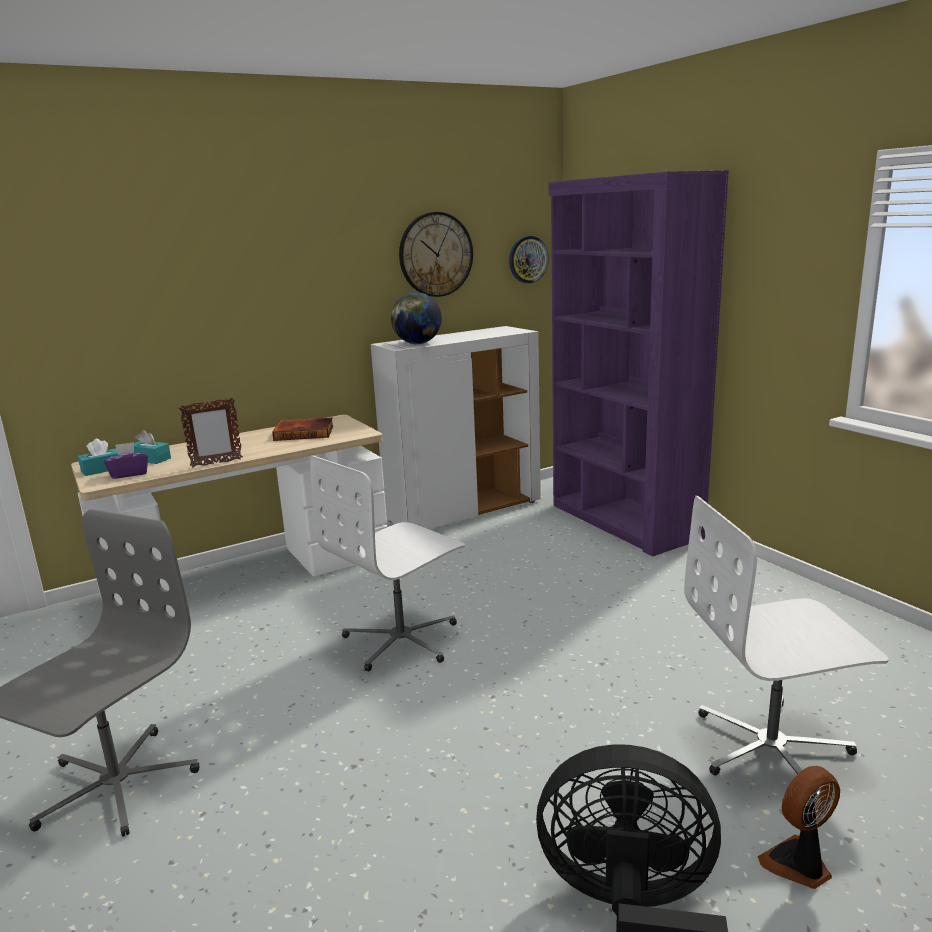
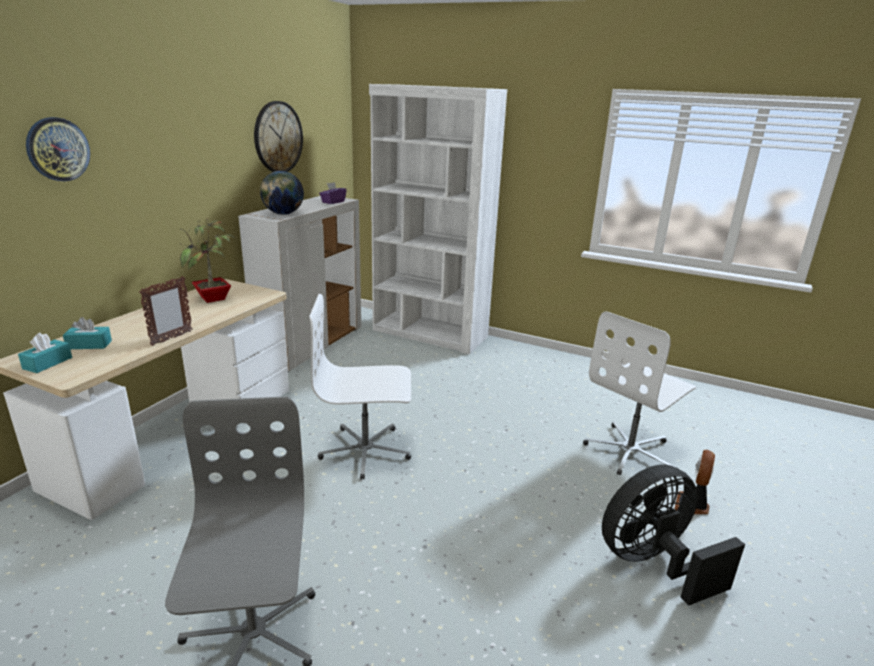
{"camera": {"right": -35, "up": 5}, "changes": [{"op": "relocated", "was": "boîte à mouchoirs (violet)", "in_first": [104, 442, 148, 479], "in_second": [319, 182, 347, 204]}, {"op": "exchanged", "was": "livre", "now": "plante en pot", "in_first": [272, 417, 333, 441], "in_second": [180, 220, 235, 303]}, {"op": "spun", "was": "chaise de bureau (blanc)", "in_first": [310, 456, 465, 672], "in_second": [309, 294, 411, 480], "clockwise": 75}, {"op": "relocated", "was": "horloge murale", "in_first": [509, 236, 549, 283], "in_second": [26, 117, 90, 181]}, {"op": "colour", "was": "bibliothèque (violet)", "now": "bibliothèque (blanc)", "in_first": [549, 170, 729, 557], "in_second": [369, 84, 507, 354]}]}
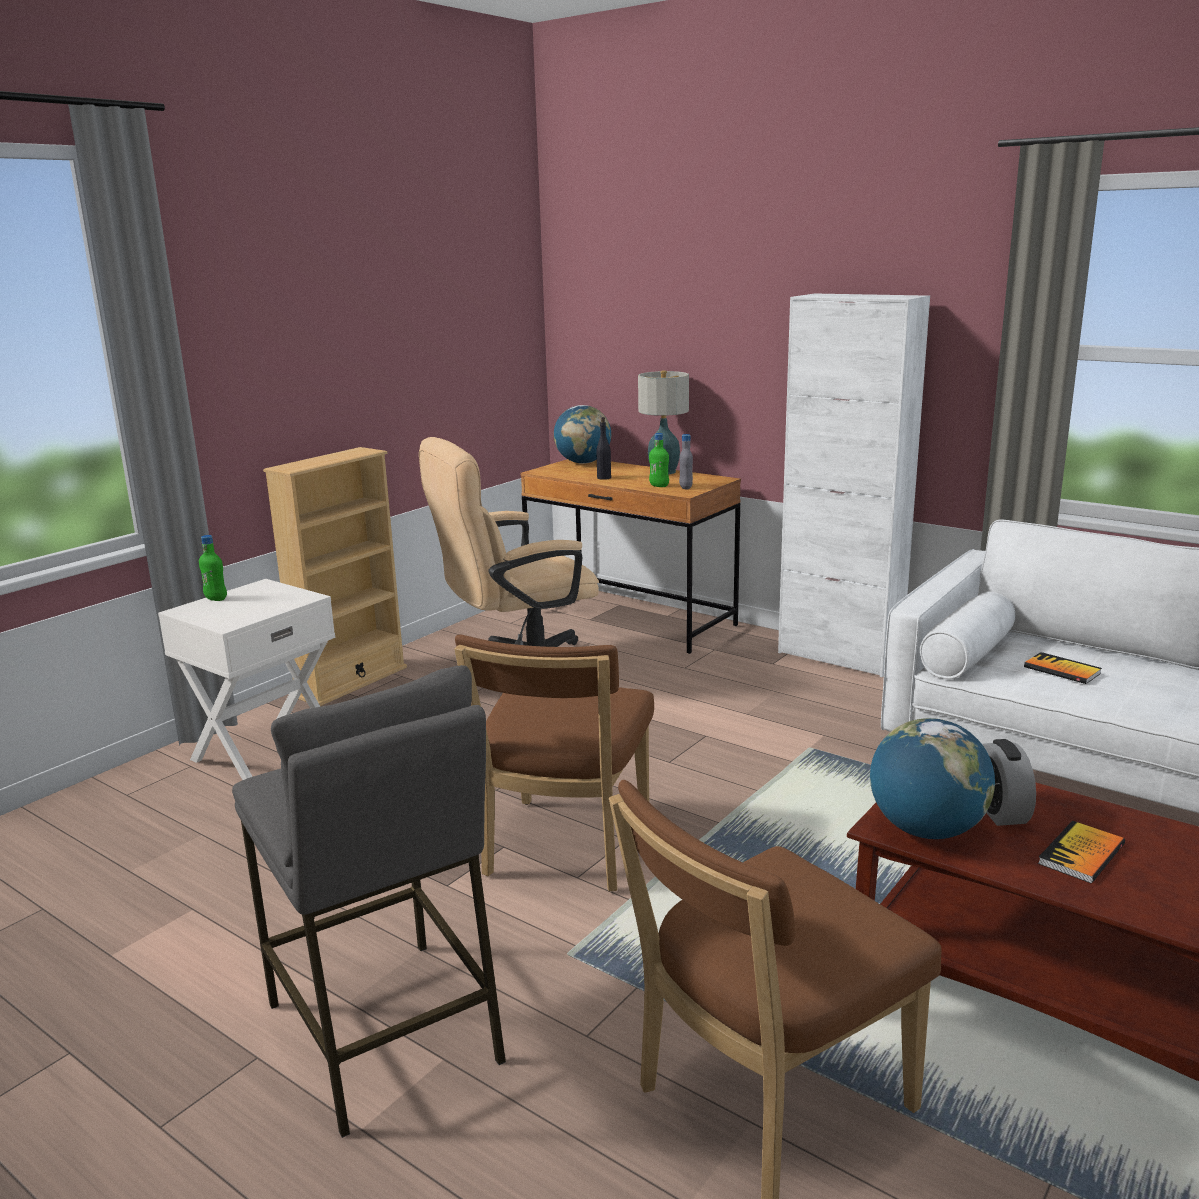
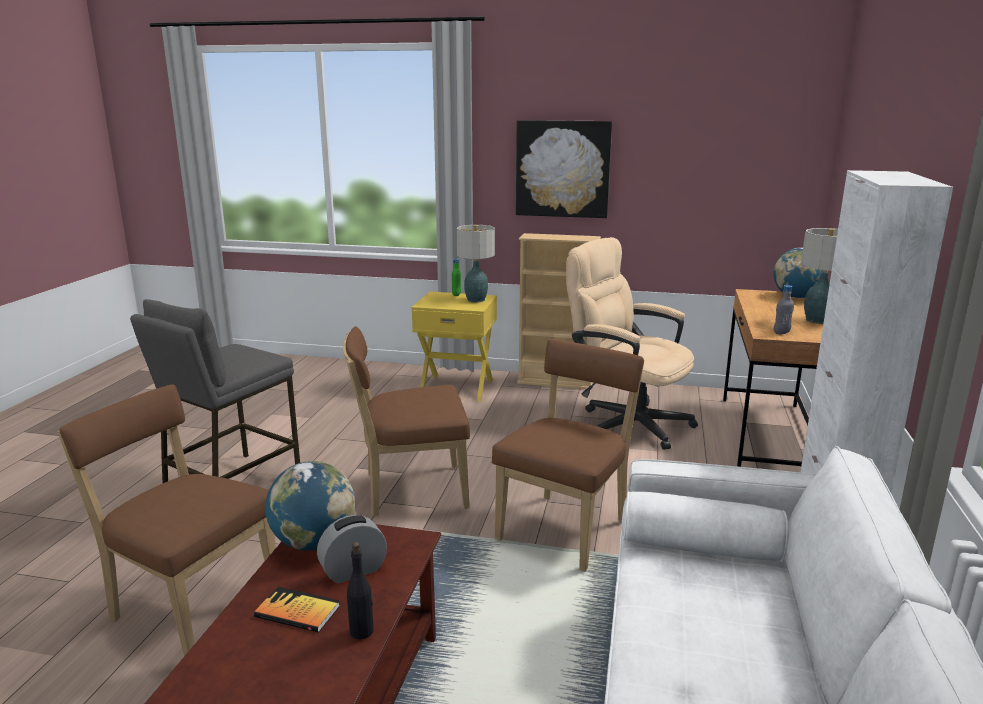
{"camera": {"right": 65, "up": 0}, "changes": [{"op": "colour", "was": "table de chevet (blanc)", "now": "table de chevet (jaune)", "in_first": [158, 579, 335, 780], "in_second": [411, 292, 497, 402]}, {"op": "relocated", "was": "bouteille (noir)", "in_first": [596, 417, 611, 480], "in_second": [347, 542, 374, 640]}, {"op": "missing", "was": "bouteille (vert)", "in_first": [649, 433, 669, 487]}, {"op": "missing", "was": "livre", "in_first": [1024, 652, 1102, 684]}, {"op": "appeared", "now": "lampe de table", "in_second": [457, 225, 495, 303]}, {"op": "appeared", "now": "chaise (marron)", "in_second": [492, 339, 644, 571]}, {"op": "appeared", "now": "tableau", "in_second": [516, 120, 612, 218]}]}
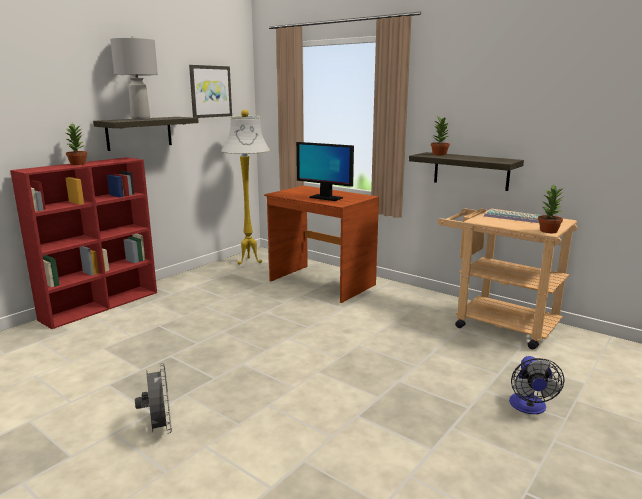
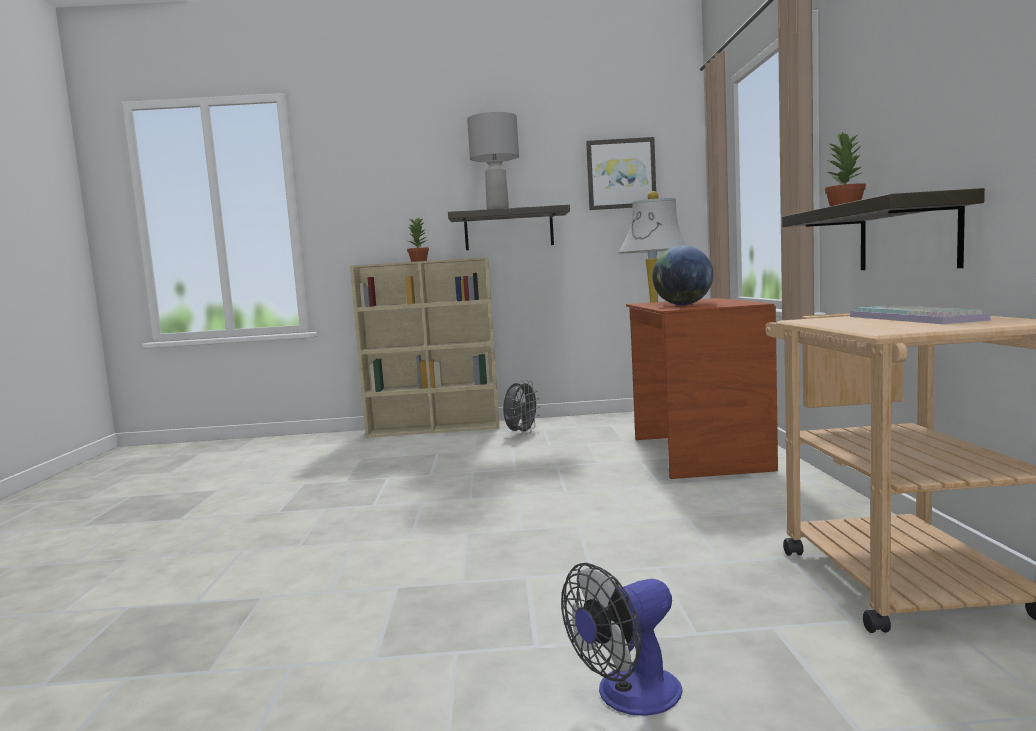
{"camera": {"right": 50, "up": -10}, "changes": [{"op": "colour", "was": "bibliothèque (rouge)", "now": "bibliothèque (beige)", "in_first": [10, 157, 157, 329], "in_second": [350, 257, 499, 438]}, {"op": "relocated", "was": "ventilateur (gris)", "in_first": [135, 363, 172, 434], "in_second": [503, 380, 540, 435]}, {"op": "exchanged", "was": "écran d'ordinateur", "now": "globe", "in_first": [296, 142, 354, 201], "in_second": [652, 245, 713, 305]}, {"op": "missing", "was": "plante en pot", "in_first": [538, 184, 563, 233]}]}
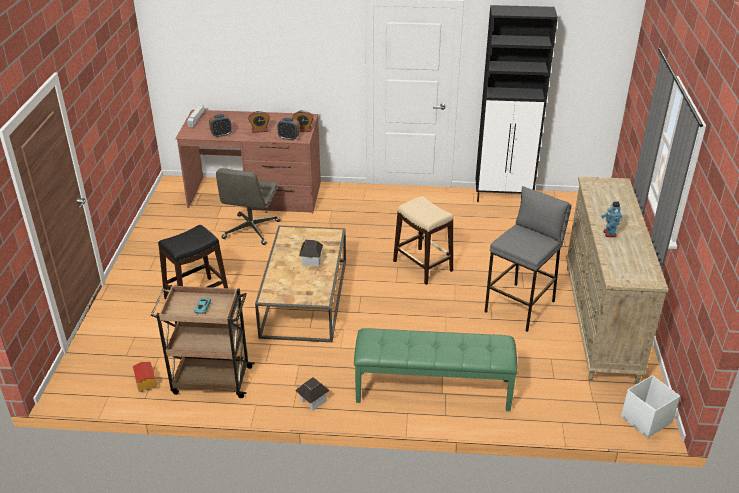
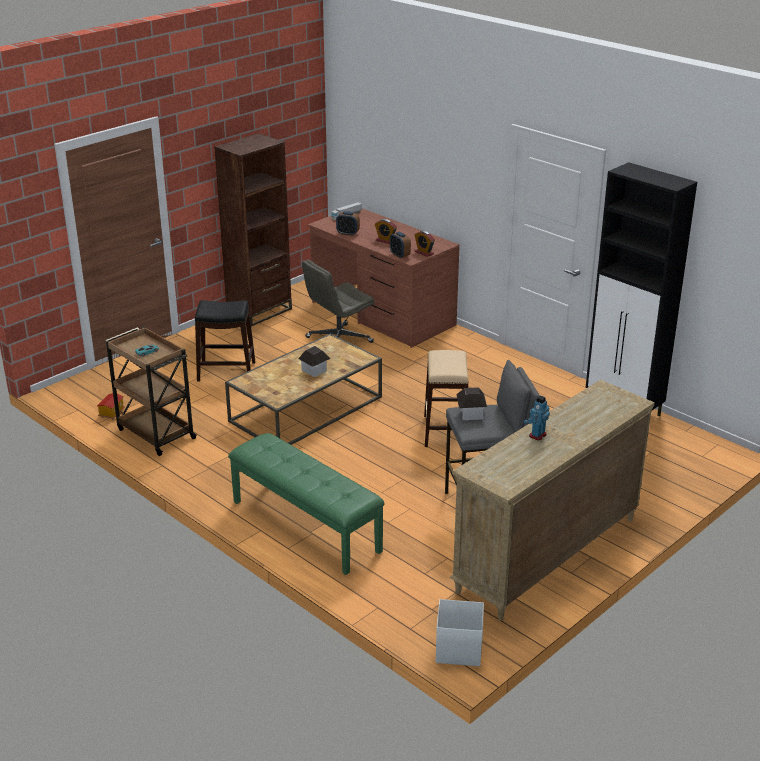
{"camera": {"right": 40, "up": -5}, "changes": [{"op": "relocated", "was": "maison miniature", "in_first": [295, 377, 329, 410], "in_second": [456, 387, 487, 420]}, {"op": "appeared", "now": "bibliothèque (marron)", "in_second": [214, 133, 292, 326]}]}
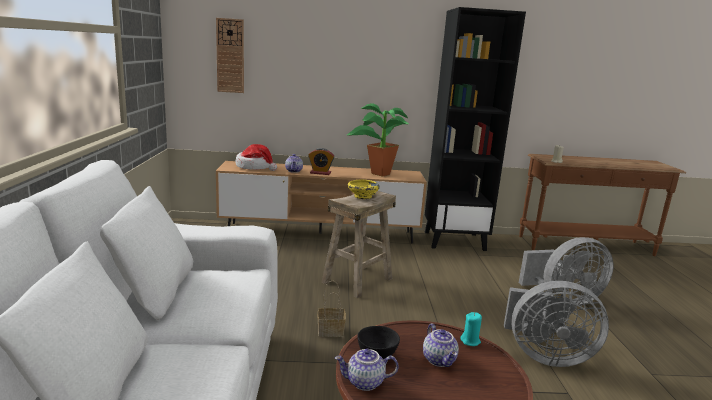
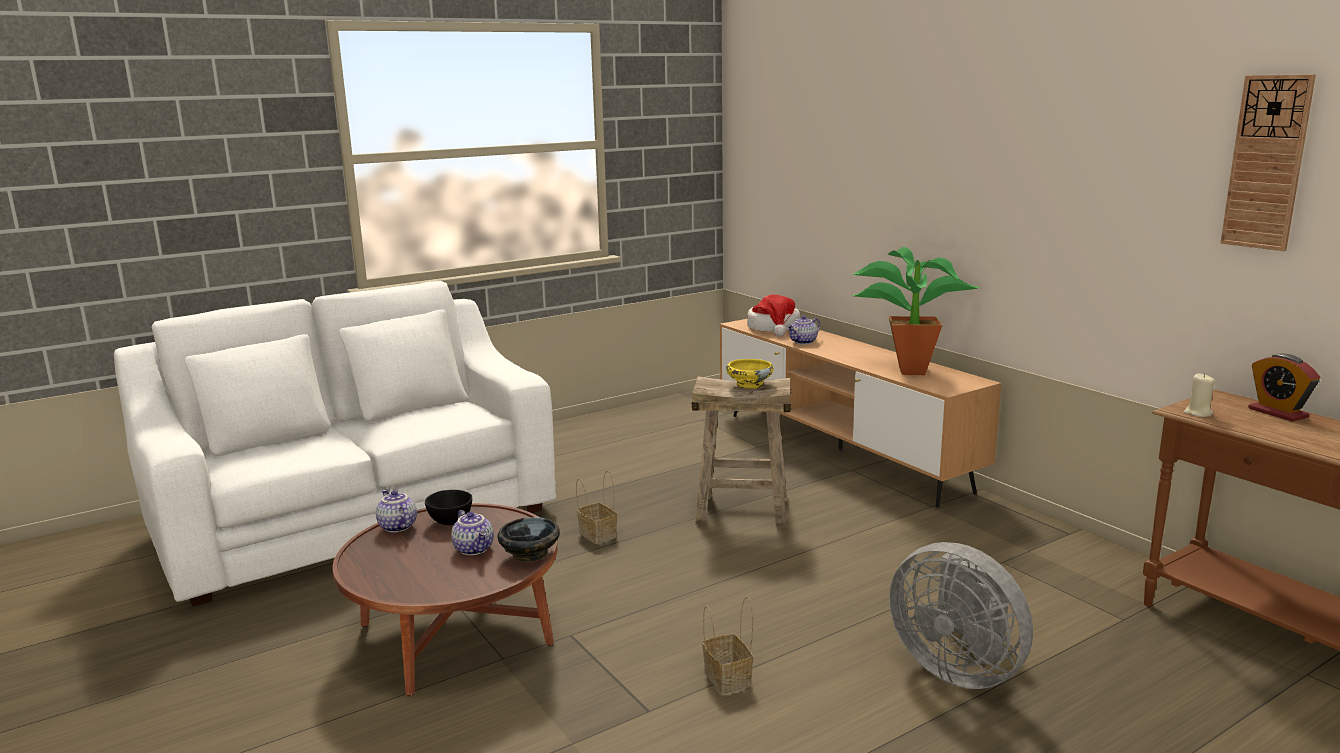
{"camera": {"right": 60, "up": 0}, "changes": [{"op": "relocated", "was": "horloge murale", "in_first": [216, 18, 244, 93], "in_second": [1221, 74, 1316, 251]}, {"op": "relocated", "was": "réveil", "in_first": [308, 148, 334, 175], "in_second": [1248, 353, 1320, 421]}, {"op": "spun", "was": "théière", "in_first": [423, 324, 459, 367], "in_second": [451, 510, 494, 556], "clockwise": -75}, {"op": "missing", "was": "bibliothèque (noir)", "in_first": [425, 7, 526, 251]}, {"op": "exchanged", "was": "bougie (turquoise)", "now": "bol (noir)", "in_first": [461, 312, 482, 346], "in_second": [497, 517, 560, 562]}, {"op": "exchanged", "was": "ventilateur (gris)", "now": "panier", "in_first": [504, 281, 609, 367], "in_second": [702, 596, 753, 694]}]}
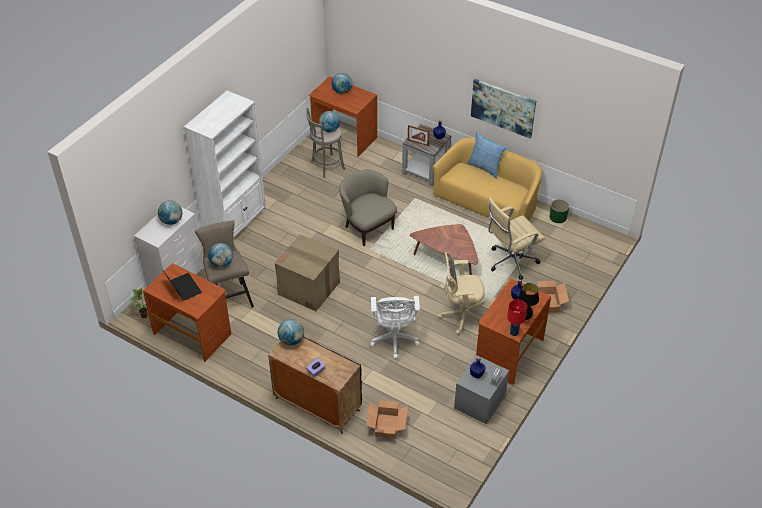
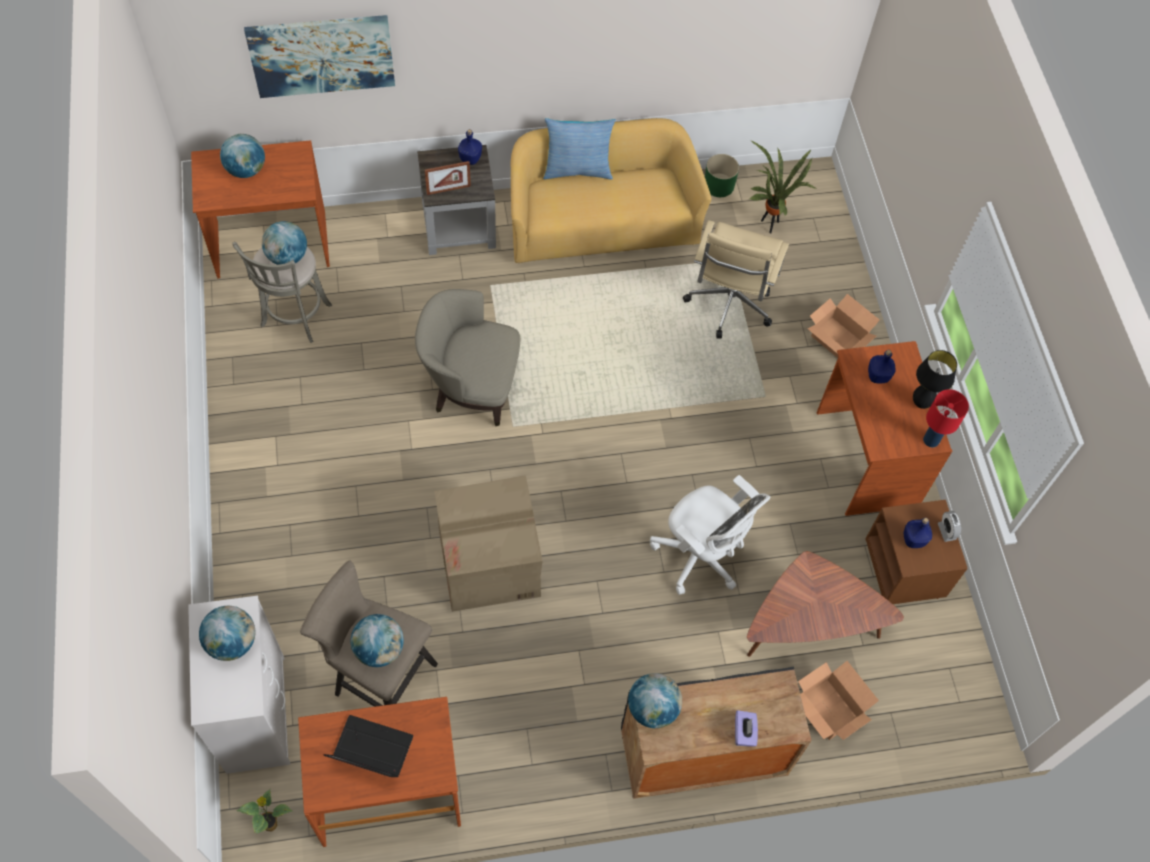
{"camera": {"right": -45, "up": 15}, "changes": [{"op": "missing", "was": "bibliothèque (blanc)", "in_first": [184, 91, 266, 238]}, {"op": "relocated", "was": "table basse (marron)", "in_first": [410, 224, 478, 275], "in_second": [747, 551, 904, 657]}, {"op": "missing", "was": "chaise de bureau (beige)", "in_first": [438, 252, 485, 335]}, {"op": "colour", "was": "table de chevet (gris)", "now": "table de chevet (marron)", "in_first": [454, 355, 509, 424], "in_second": [865, 500, 968, 604]}, {"op": "relocated", "was": "tableau", "in_first": [471, 79, 536, 139], "in_second": [244, 15, 395, 98]}, {"op": "appeared", "now": "plante en pot", "in_second": [748, 140, 816, 234]}]}
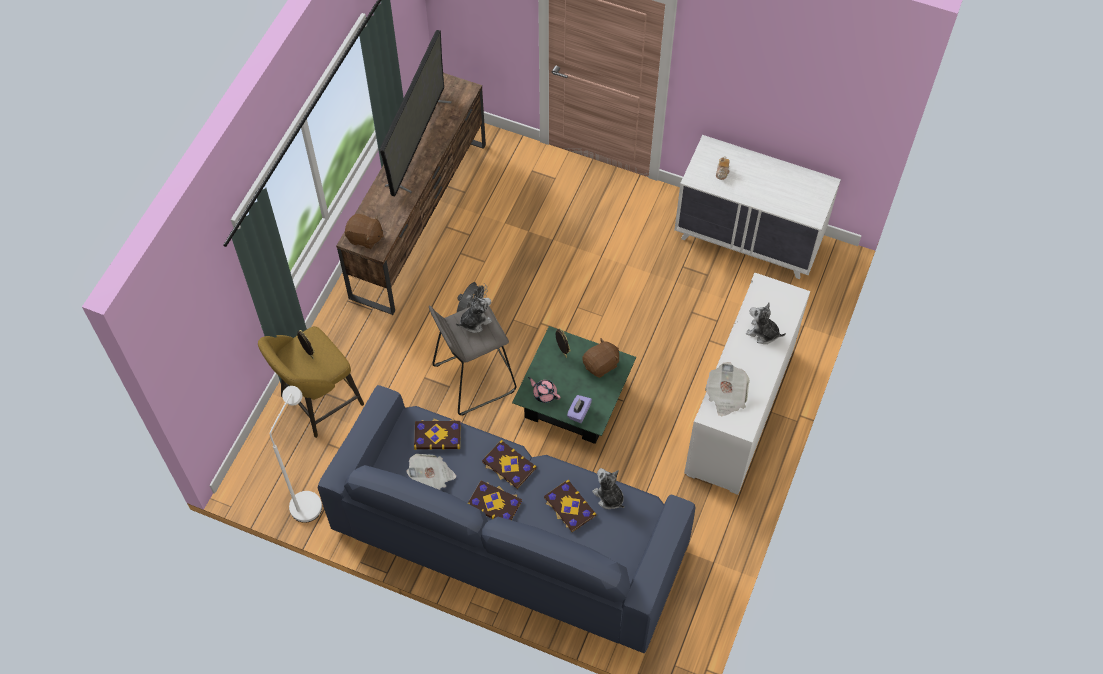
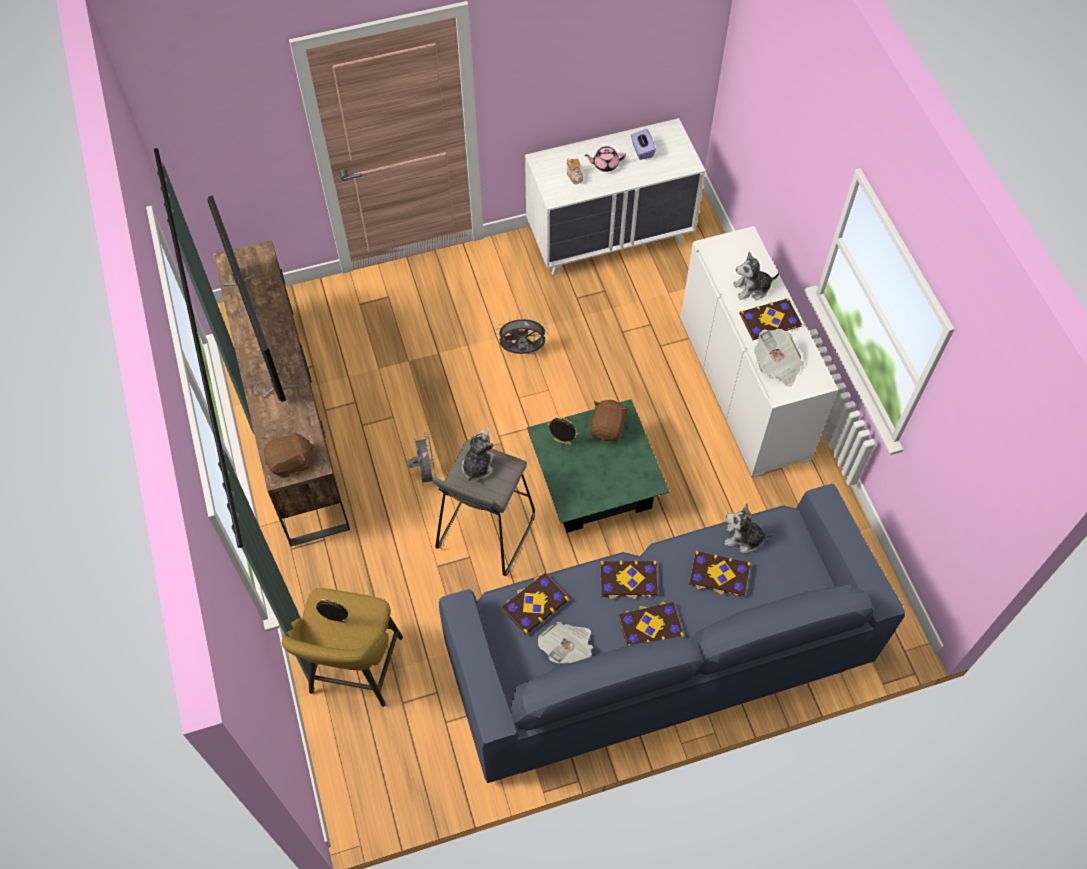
{"camera": {"right": -40, "up": 0}, "changes": [{"op": "missing", "was": "lampadaire (blanc)", "in_first": [270, 386, 322, 523]}, {"op": "relocated", "was": "théière (rose)", "in_first": [528, 377, 561, 403], "in_second": [584, 146, 626, 172]}, {"op": "relocated", "was": "boîte à mouchoirs (violet)", "in_first": [567, 395, 592, 423], "in_second": [631, 129, 656, 160]}, {"op": "appeared", "now": "ventilateur (gris)", "in_second": [496, 315, 548, 354]}, {"op": "appeared", "now": "livre", "in_second": [740, 298, 802, 340]}]}
